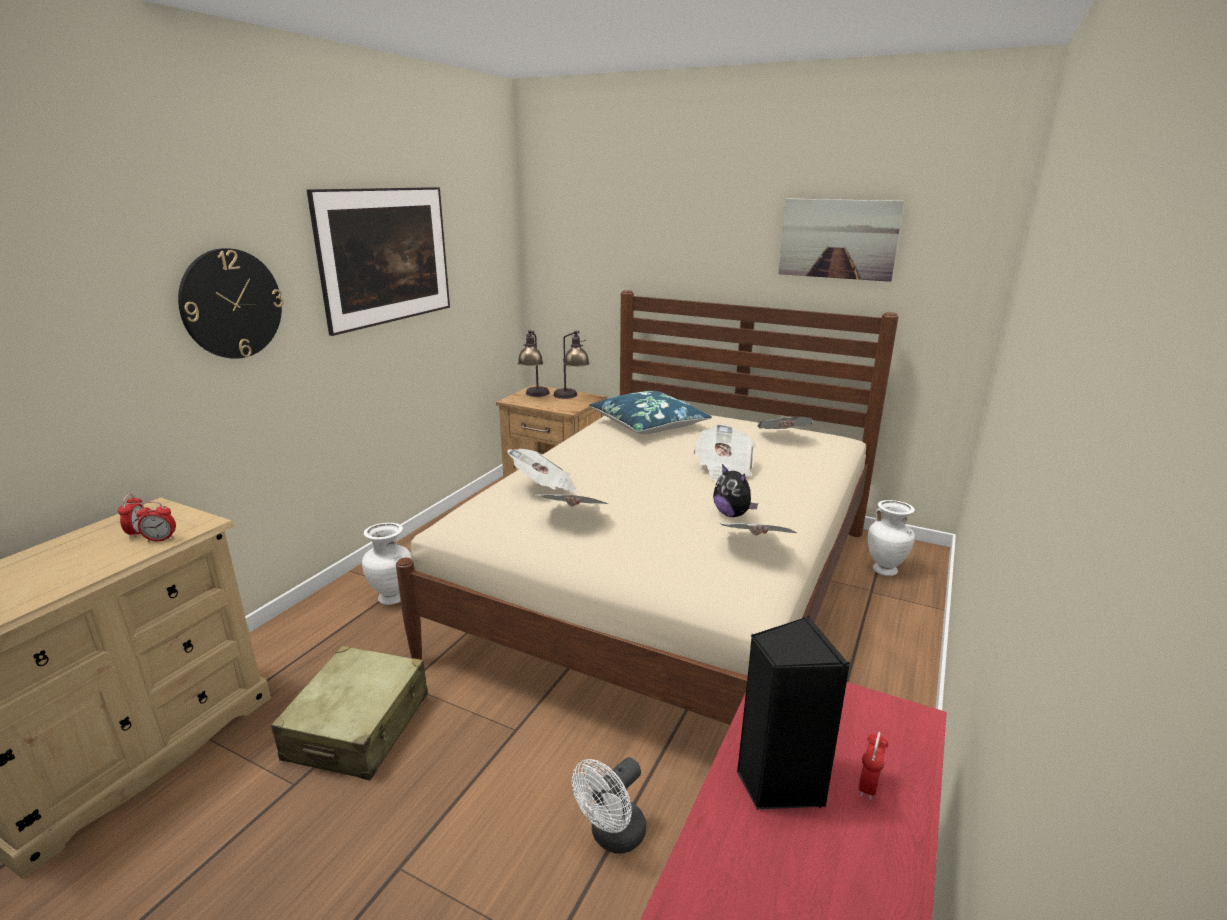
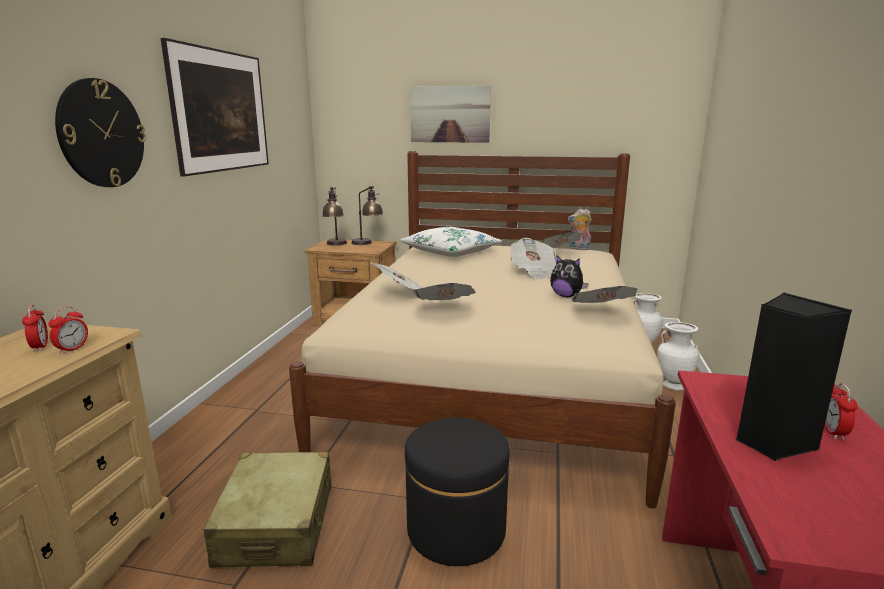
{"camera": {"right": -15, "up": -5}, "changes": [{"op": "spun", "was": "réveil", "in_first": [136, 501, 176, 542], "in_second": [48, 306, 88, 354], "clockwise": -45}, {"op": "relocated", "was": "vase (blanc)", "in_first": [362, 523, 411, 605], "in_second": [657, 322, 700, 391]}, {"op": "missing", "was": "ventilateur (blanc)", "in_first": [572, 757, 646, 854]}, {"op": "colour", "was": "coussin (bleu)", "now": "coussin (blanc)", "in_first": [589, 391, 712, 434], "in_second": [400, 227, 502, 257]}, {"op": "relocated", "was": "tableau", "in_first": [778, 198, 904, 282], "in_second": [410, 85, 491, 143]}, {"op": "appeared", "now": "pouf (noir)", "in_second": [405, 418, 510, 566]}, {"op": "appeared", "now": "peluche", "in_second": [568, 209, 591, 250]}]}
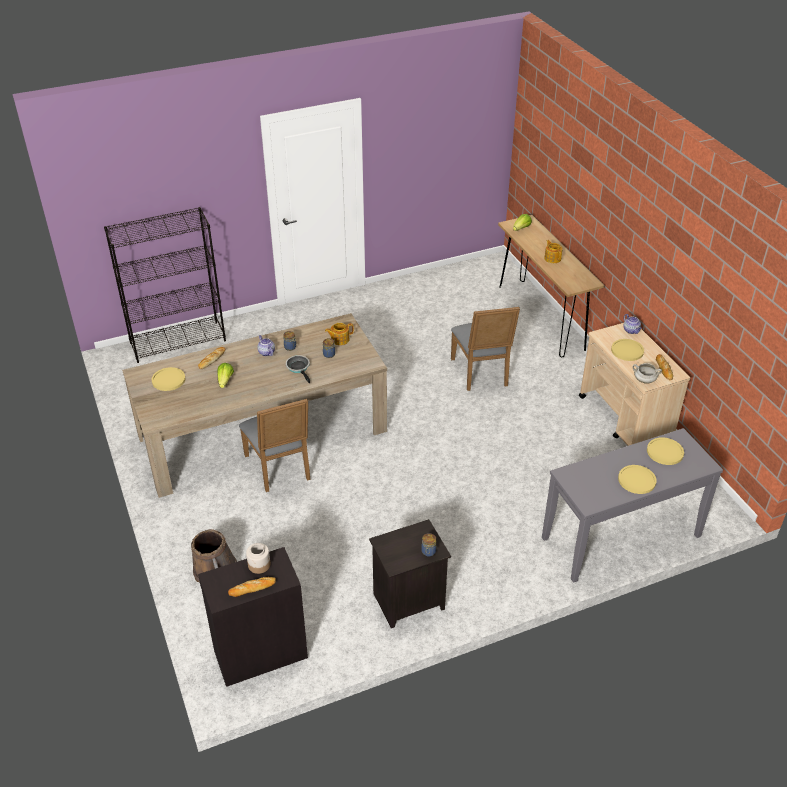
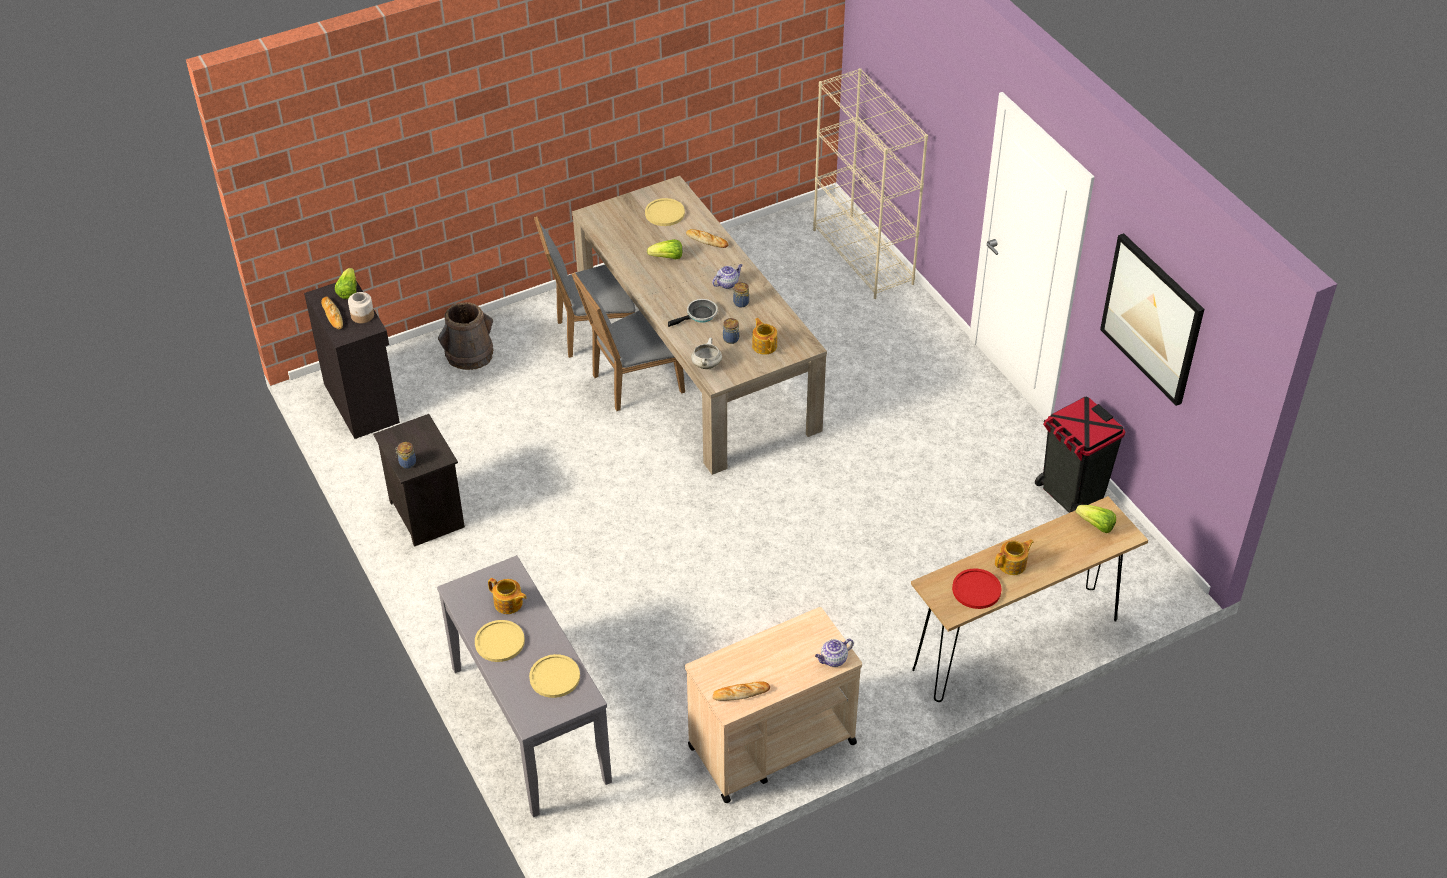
{"camera": {"right": 85, "up": 5}, "changes": [{"op": "colour", "was": "bibliothèque (noir)", "now": "bibliothèque (beige)", "in_first": [104, 207, 226, 363], "in_second": [813, 68, 928, 299]}, {"op": "relocated", "was": "chaise (gris)", "in_first": [451, 307, 520, 391], "in_second": [534, 217, 636, 358]}, {"op": "missing", "was": "assiette (jaune)", "in_first": [611, 339, 644, 361]}, {"op": "relocated", "was": "marmite (blanc)", "in_first": [632, 363, 662, 384], "in_second": [691, 338, 722, 369]}, {"op": "appeared", "now": "laitue", "in_second": [335, 268, 356, 299]}, {"op": "appeared", "now": "théière", "in_second": [488, 578, 527, 614]}, {"op": "appeared", "now": "assiette (rouge)", "in_second": [952, 569, 1002, 609]}, {"op": "appeared", "now": "poubelle (noir)", "in_second": [1035, 397, 1125, 513]}, {"op": "appeared", "now": "tableau", "in_second": [1100, 233, 1204, 406]}]}
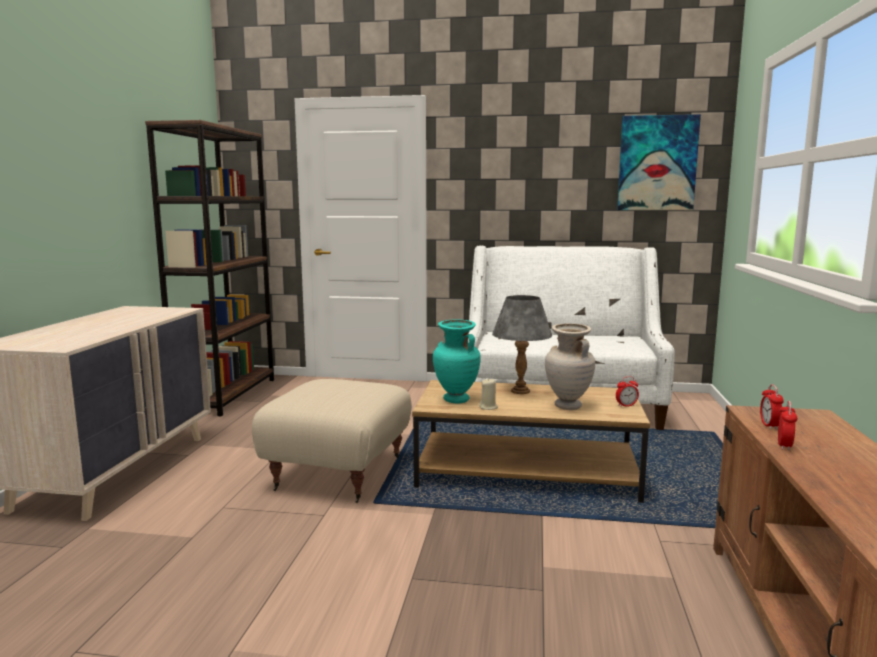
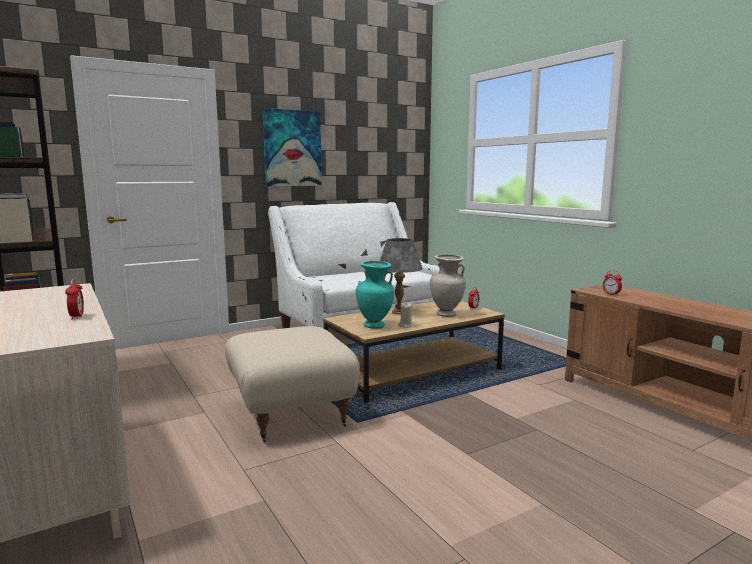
{"camera": {"right": -40, "up": 0}, "changes": [{"op": "relocated", "was": "tableau", "in_first": [617, 114, 701, 210], "in_second": [263, 108, 322, 187]}, {"op": "relocated", "was": "réveil", "in_first": [778, 401, 798, 451], "in_second": [65, 279, 84, 319]}]}
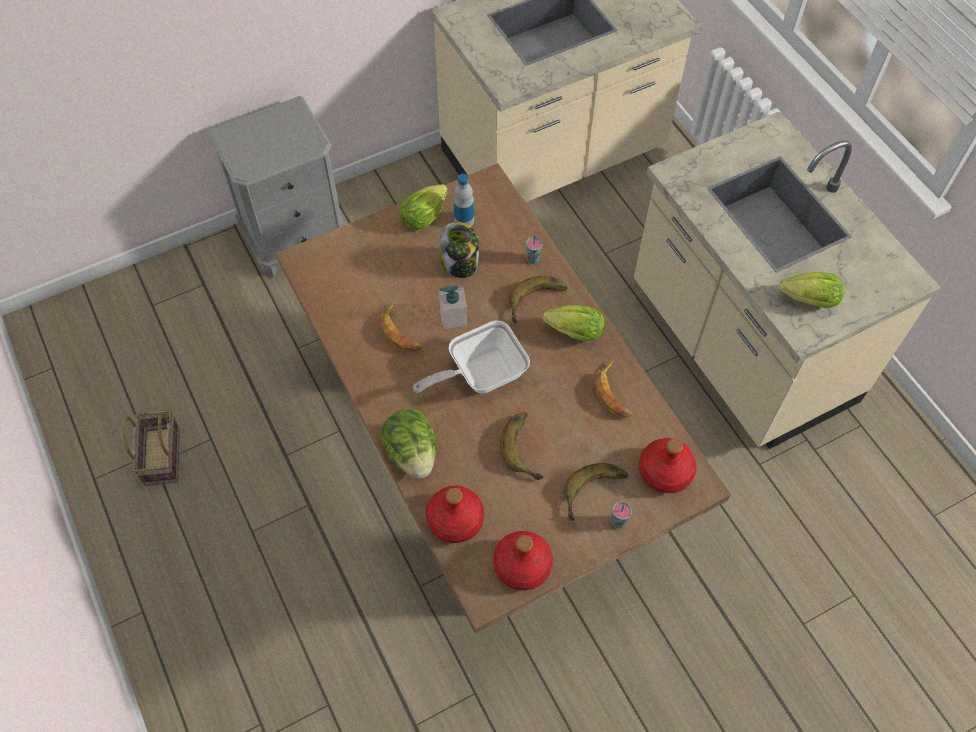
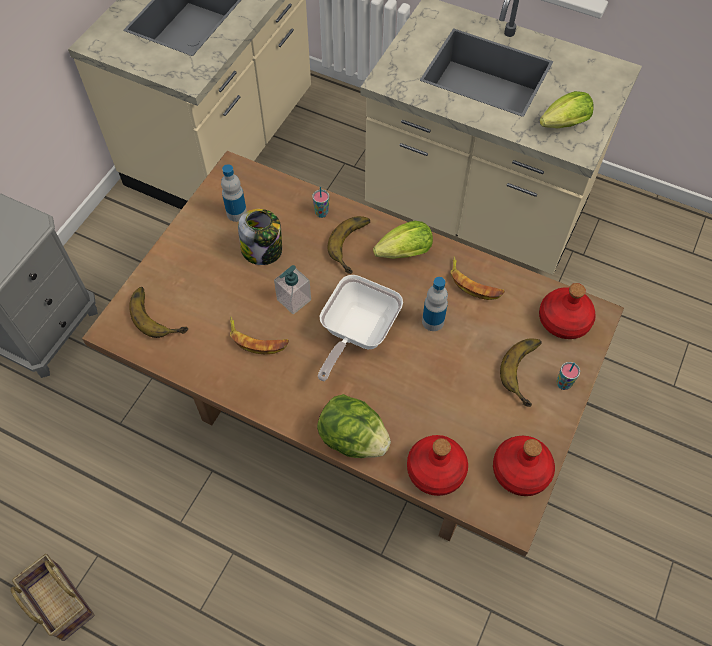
{"camera": {"right": -35, "up": 0}, "changes": [{"op": "missing", "was": "laitue", "in_first": [400, 184, 448, 230]}, {"op": "relocated", "was": "banane", "in_first": [500, 412, 543, 480], "in_second": [129, 287, 188, 338]}, {"op": "appeared", "now": "bouteille", "in_second": [422, 277, 448, 331]}]}
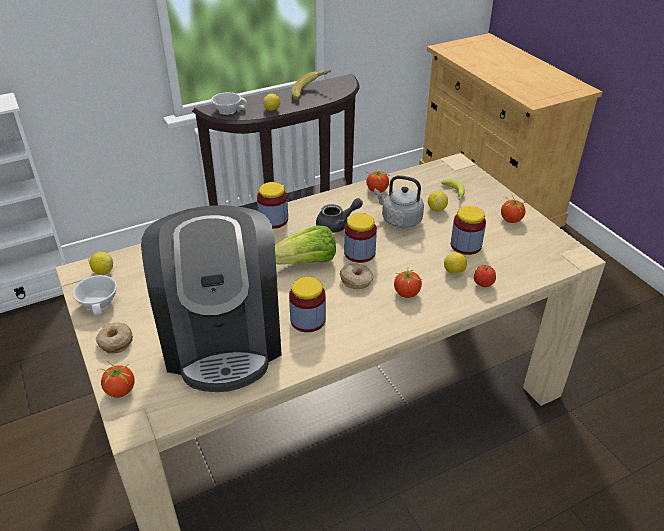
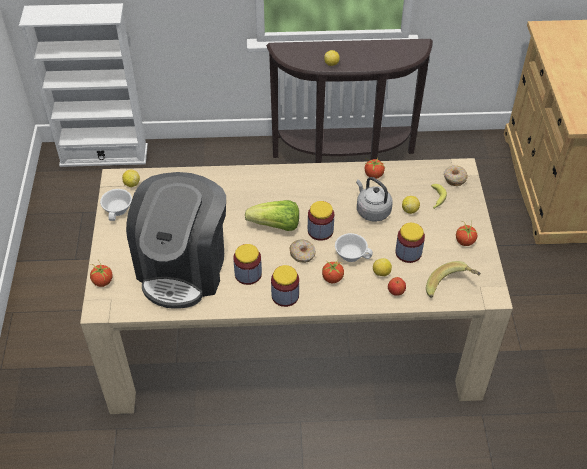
{"camera": {"right": 25, "up": 10}, "changes": [{"op": "relocated", "was": "beignet", "in_first": [96, 322, 133, 354], "in_second": [444, 165, 468, 186]}, {"op": "relocated", "was": "tasse (blanc)", "in_first": [211, 92, 247, 115], "in_second": [335, 233, 373, 262]}, {"op": "relocated", "was": "bocal", "in_first": [257, 182, 288, 229], "in_second": [271, 265, 299, 307]}, {"op": "relocated", "was": "banane", "in_first": [291, 70, 331, 100], "in_second": [426, 261, 481, 298]}, {"op": "missing", "was": "théière (gris)", "in_first": [316, 198, 363, 233]}]}
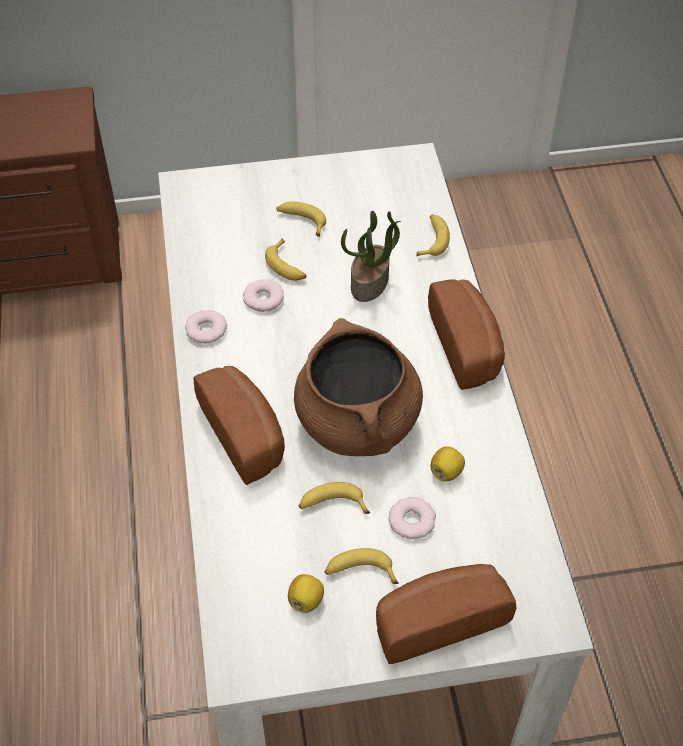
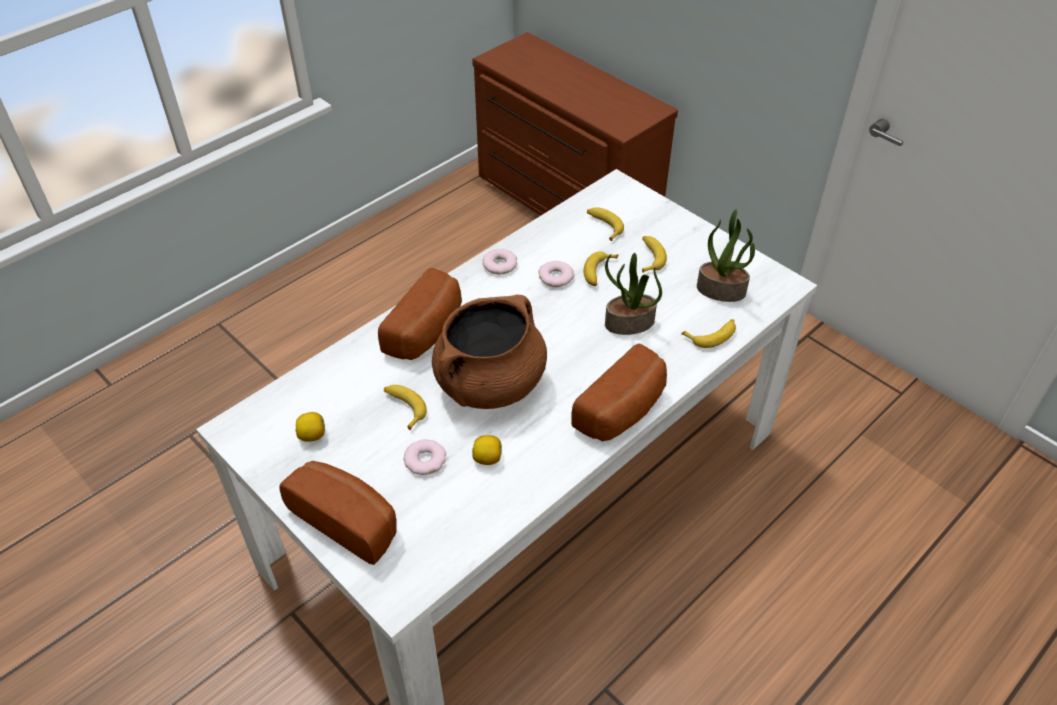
{"camera": {"right": 55, "up": -5}, "changes": [{"op": "relocated", "was": "banane", "in_first": [325, 548, 399, 584], "in_second": [587, 207, 624, 241]}, {"op": "appeared", "now": "plante en pot", "in_second": [697, 209, 755, 302]}]}
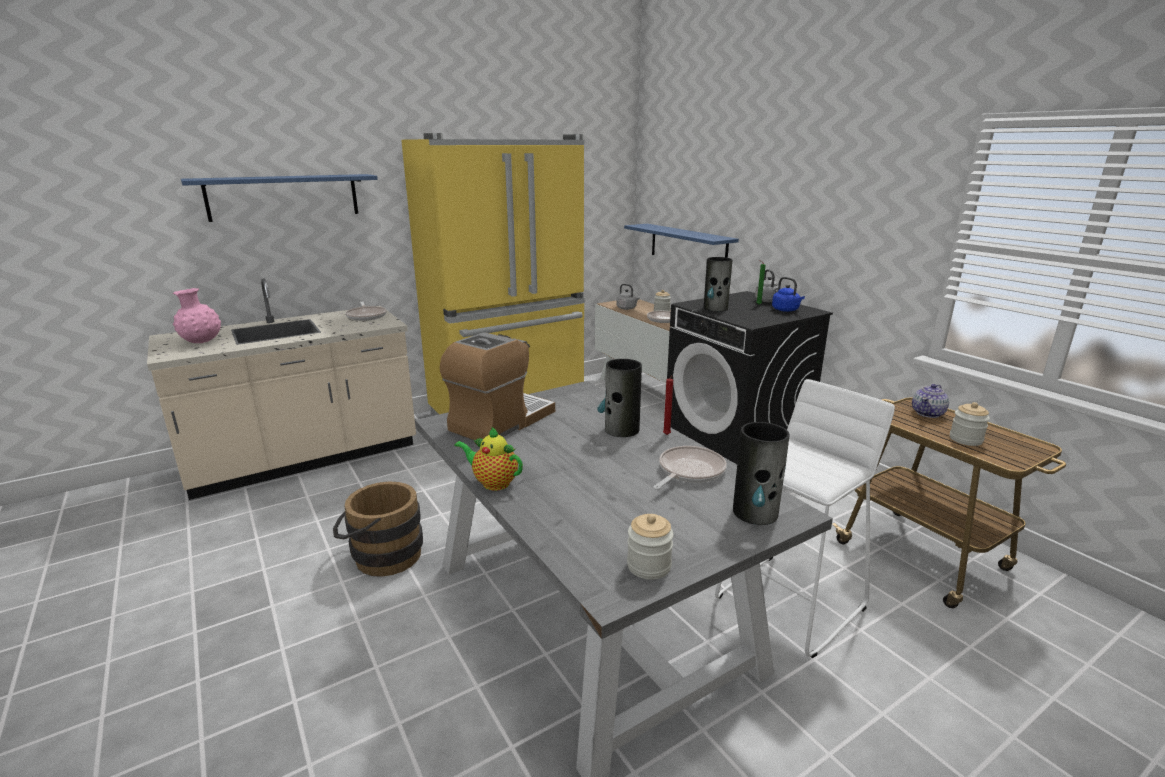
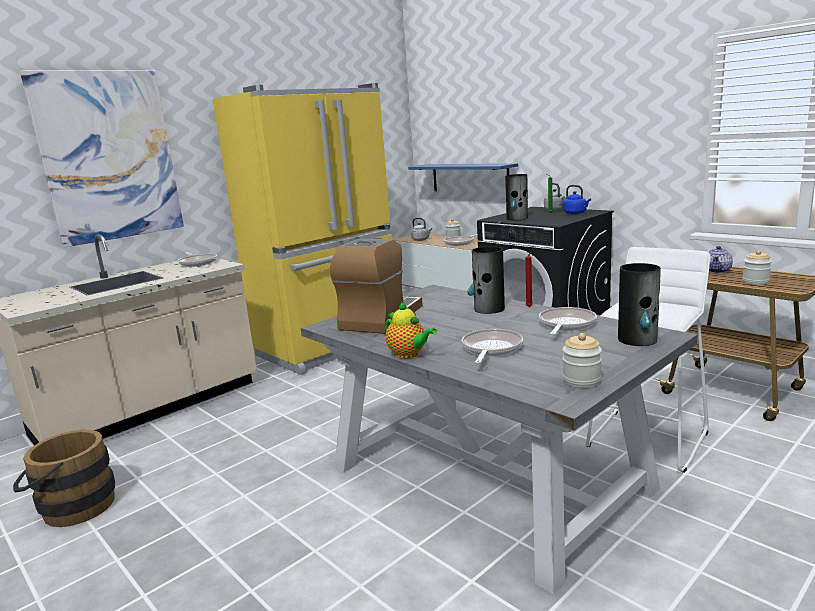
{"camera": {"right": -10, "up": -5}, "changes": [{"op": "missing", "was": "vase (rose)", "in_first": [173, 288, 221, 343]}, {"op": "exchanged", "was": "étagère (bleu)", "now": "tableau", "in_first": [181, 174, 378, 222], "in_second": [20, 70, 184, 247]}, {"op": "relocated", "was": "seau (marron)", "in_first": [333, 482, 423, 577], "in_second": [13, 430, 115, 527]}, {"op": "spun", "was": "théière", "in_first": [454, 427, 523, 491], "in_second": [385, 301, 437, 358], "clockwise": -150}, {"op": "appeared", "now": "poêle", "in_second": [462, 329, 523, 364]}]}
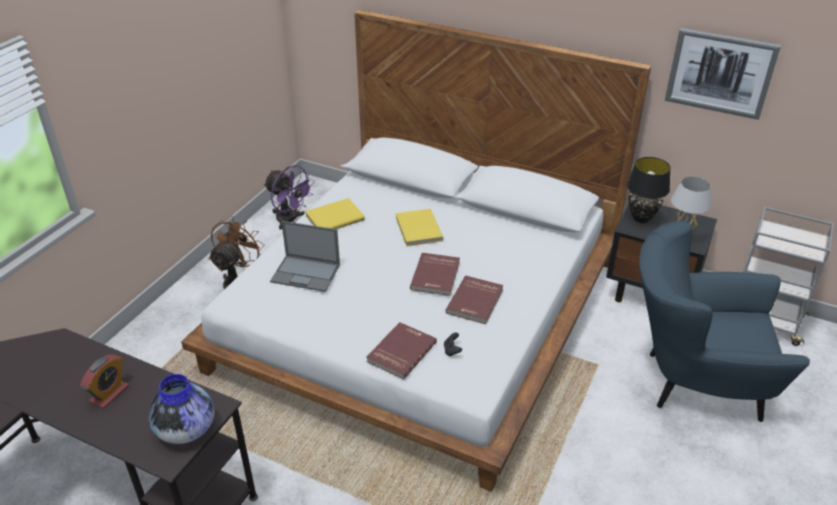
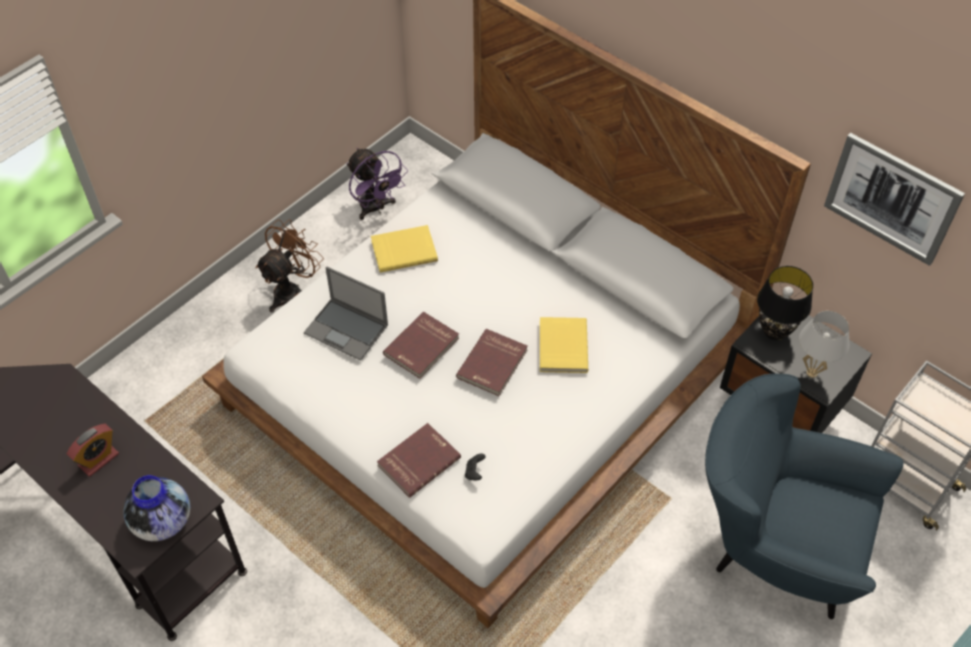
{"camera": {"right": 15, "up": 15}, "changes": [{"op": "relocated", "was": "livre (jaune)", "in_first": [396, 209, 444, 247], "in_second": [540, 317, 588, 373]}, {"op": "relocated", "was": "livre (rouge)", "in_first": [445, 276, 504, 324], "in_second": [383, 312, 459, 379]}]}
